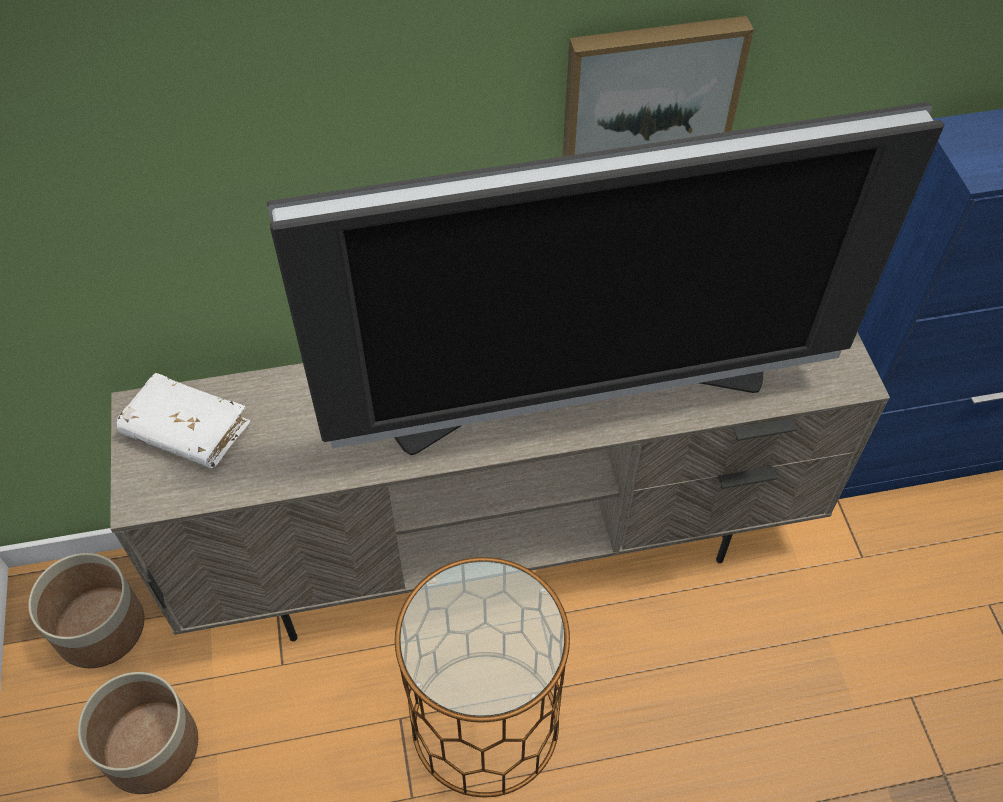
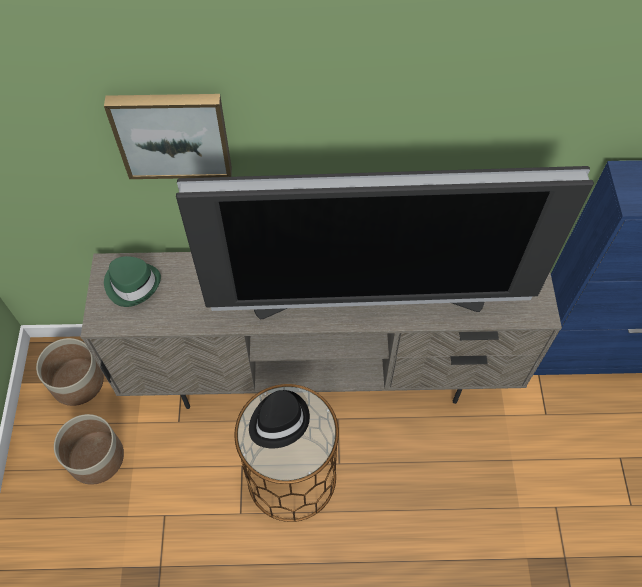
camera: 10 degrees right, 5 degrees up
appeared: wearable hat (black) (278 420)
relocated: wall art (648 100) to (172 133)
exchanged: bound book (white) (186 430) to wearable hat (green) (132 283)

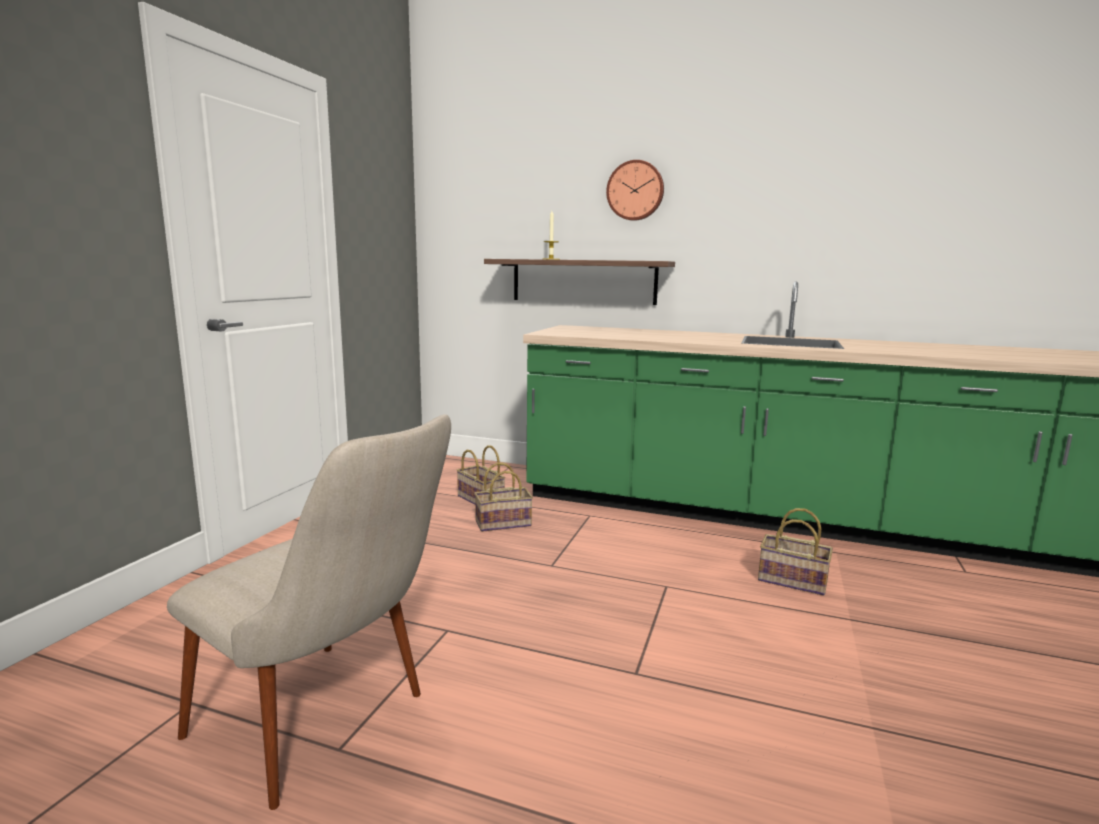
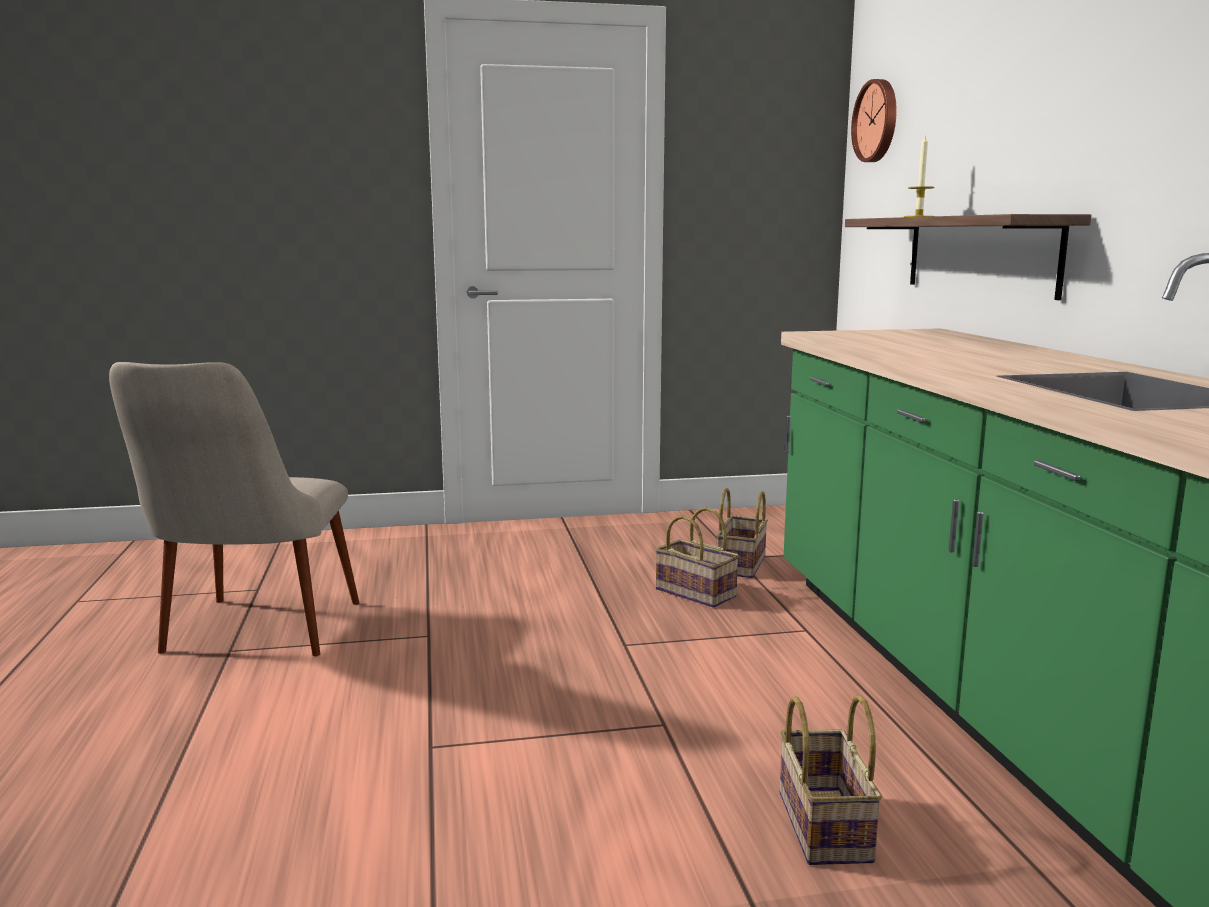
camera: 60 degrees right, 0 degrees up
relocated: clock on the wall (635 191) to (877 121)

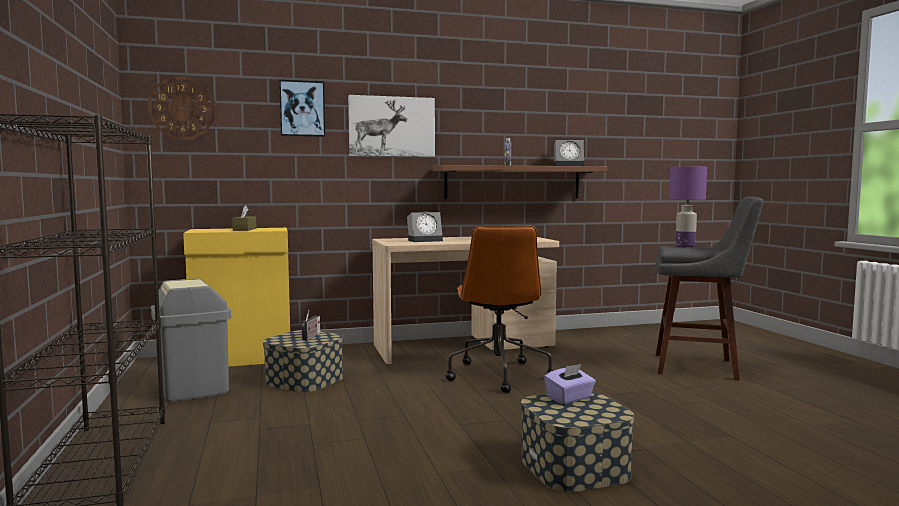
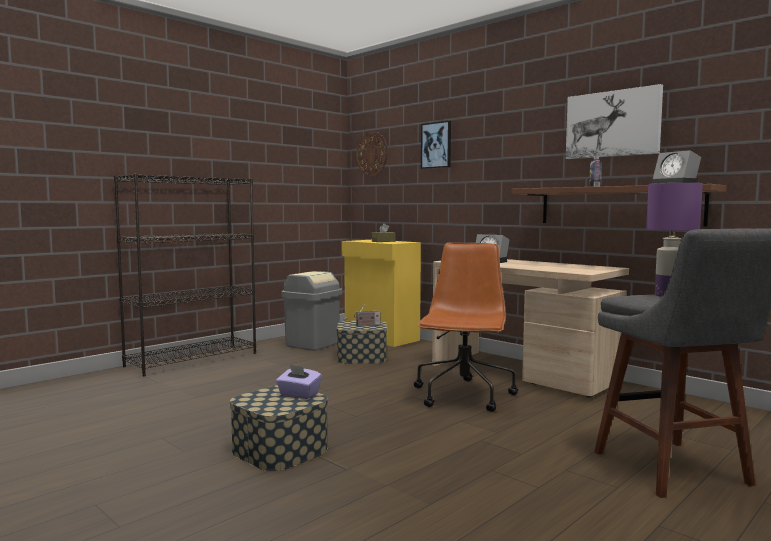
camera: 60 degrees right, 0 degrees up
relocated: wall art (391 126) to (613 124)
spun: computer chair (brown-coloured) (498 375) = (464 396) 135 degrees clockwise

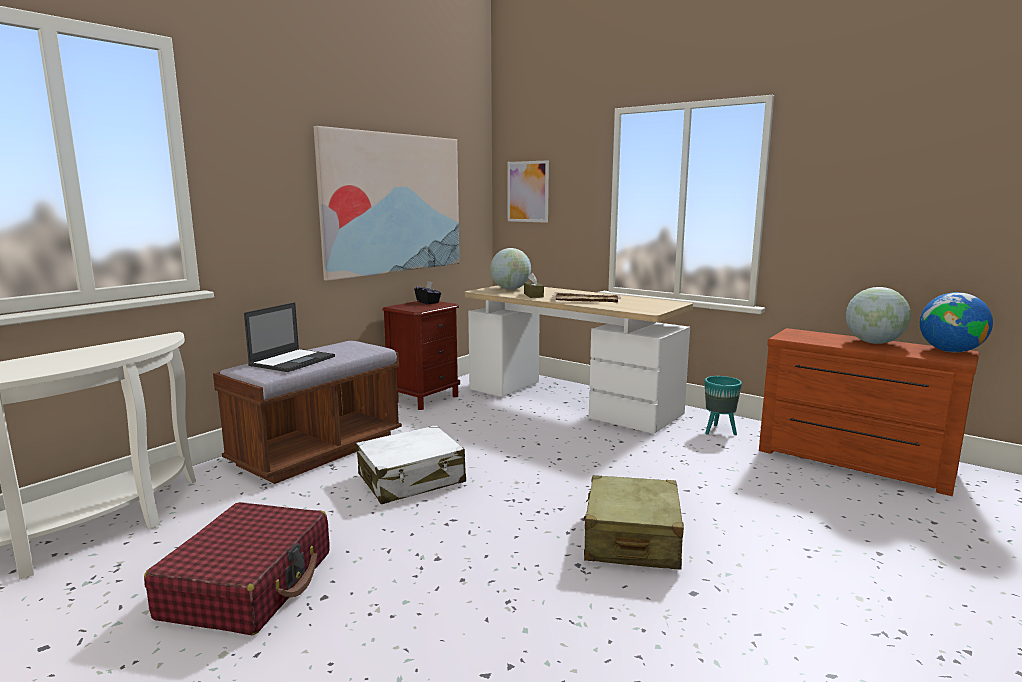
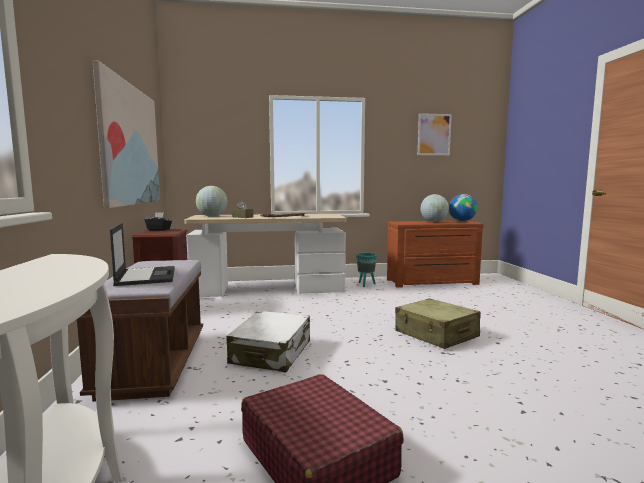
camera: 45 degrees left, 5 degrees down
relocated: wall art (528 191) to (434 134)

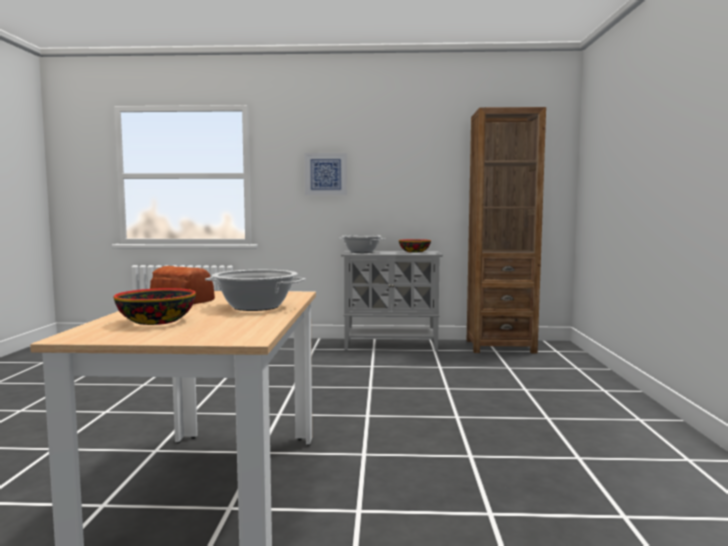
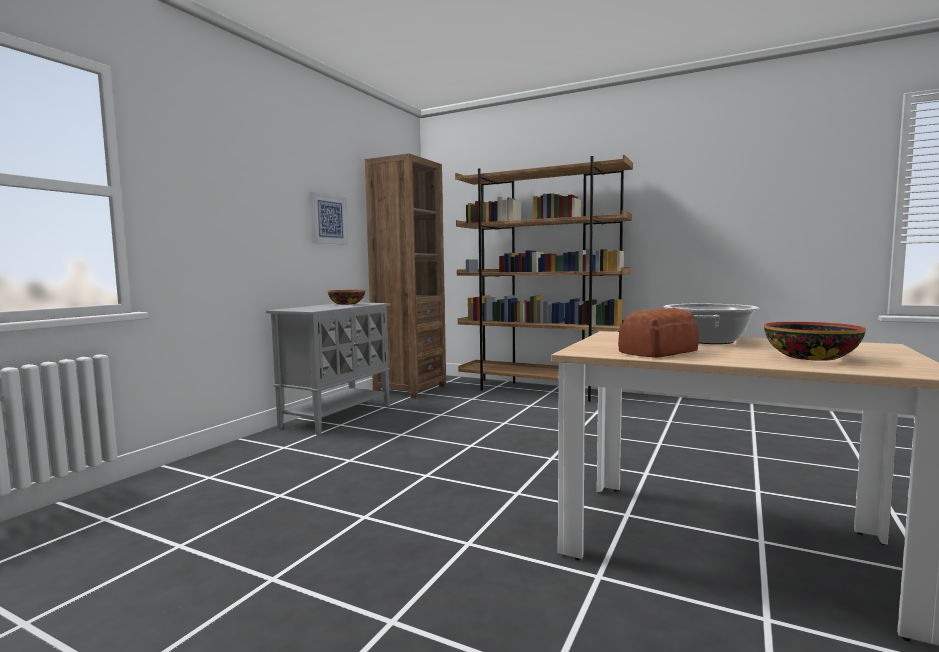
camera: 65 degrees left, 0 degrees up
missing: cooking pot (361 252)
appeared: shelving unit (brown-coloured) (541 390)
relocated: wall art (325 174) to (328 219)

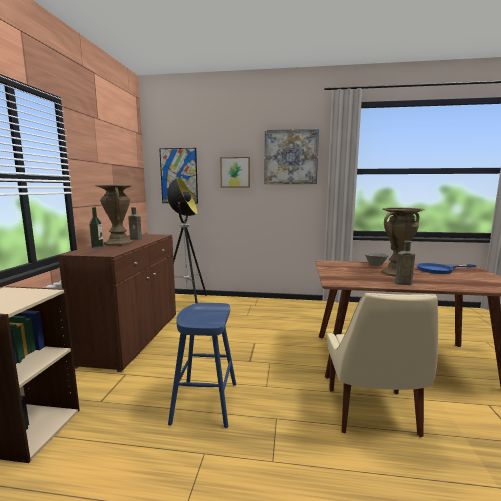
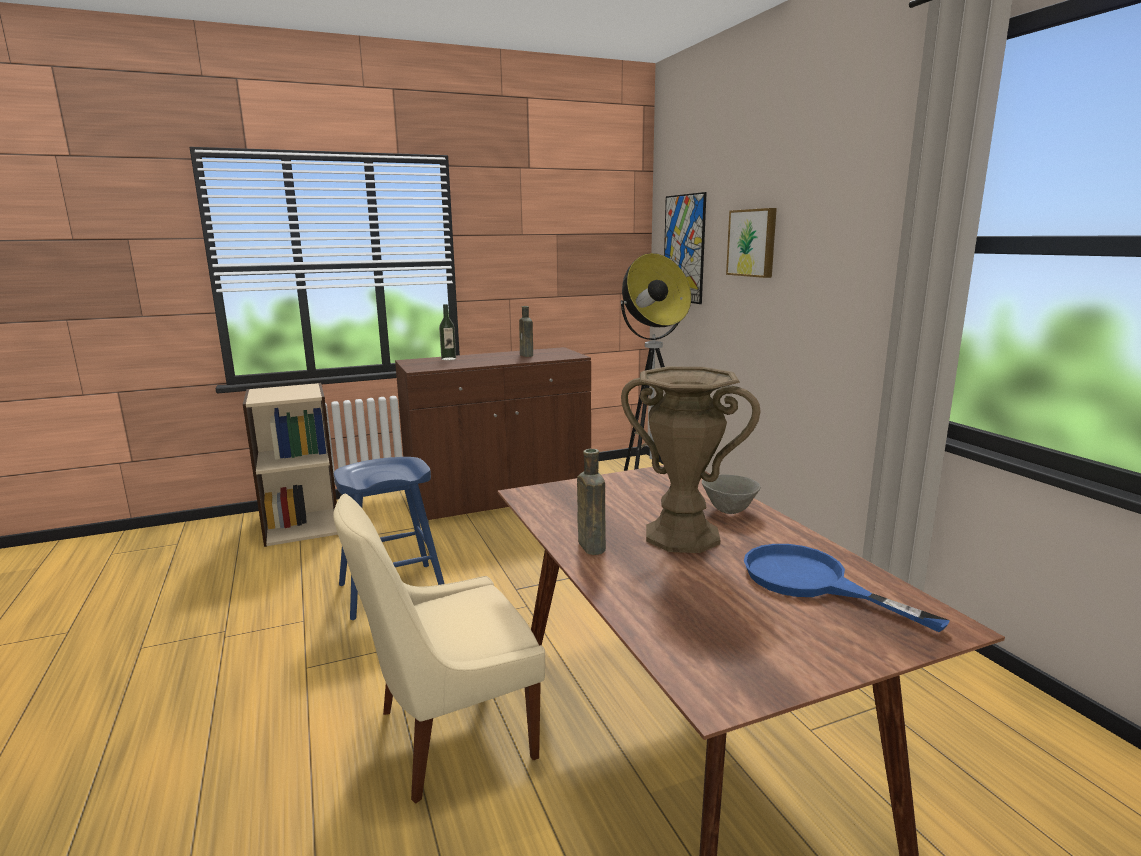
camera: 60 degrees right, 5 degrees up
missing: flower vase (brown-coloured) (119 243); wall art (291 157)

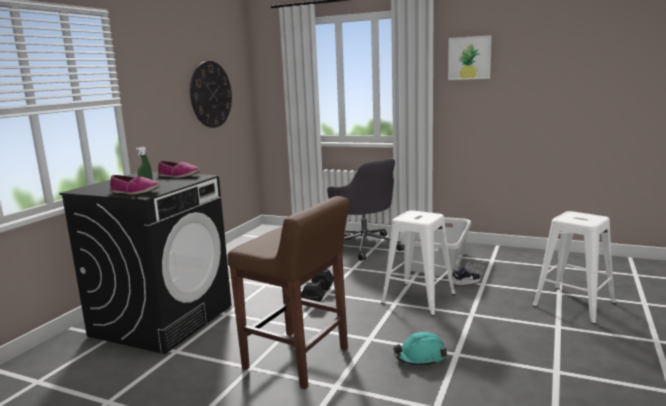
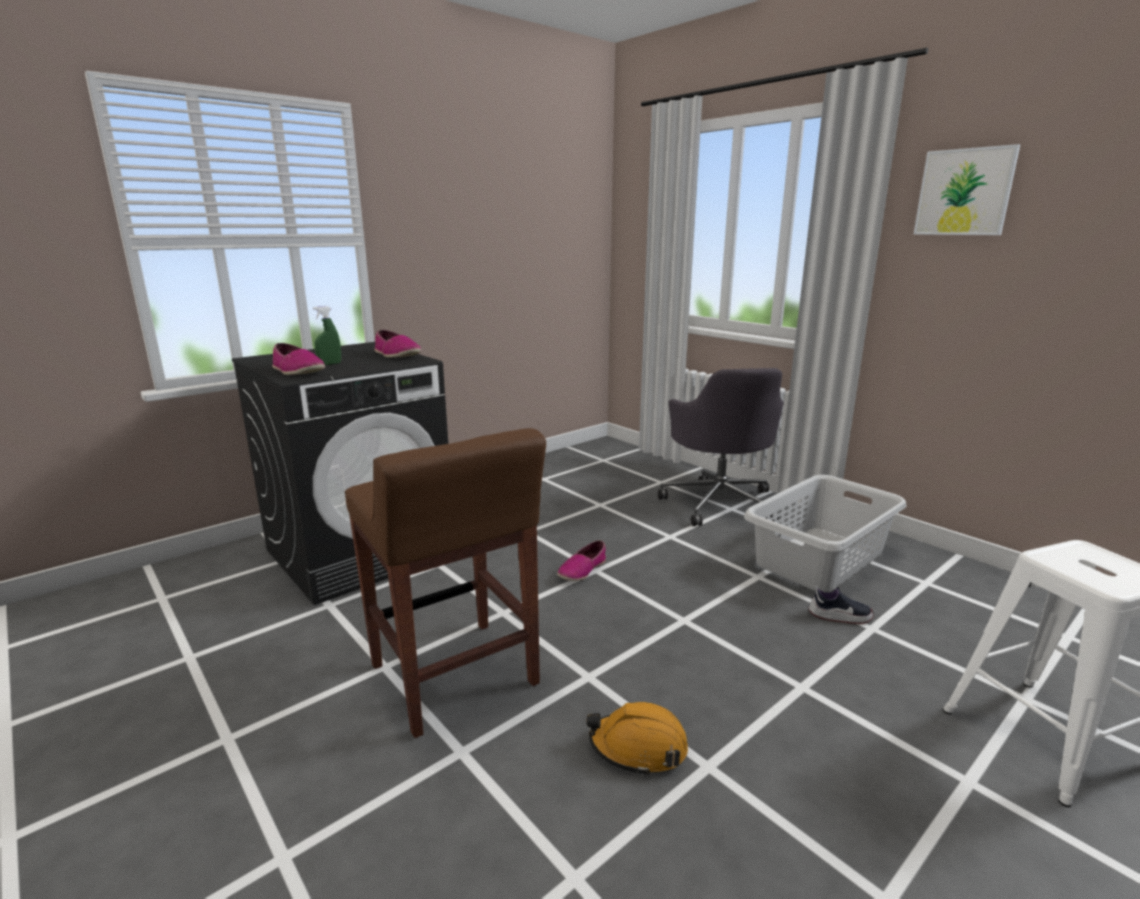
camera: 25 degrees right, 5 degrees up
missing: clock on the wall (211 94); sitting stool (white) (418 298)
exchanged: free weight (black) (319 295) to item of footwear (582 570)
colour: safety helmet (turquoise-coloured) (420 357) to safety helmet (orange-coloured) (638 747)

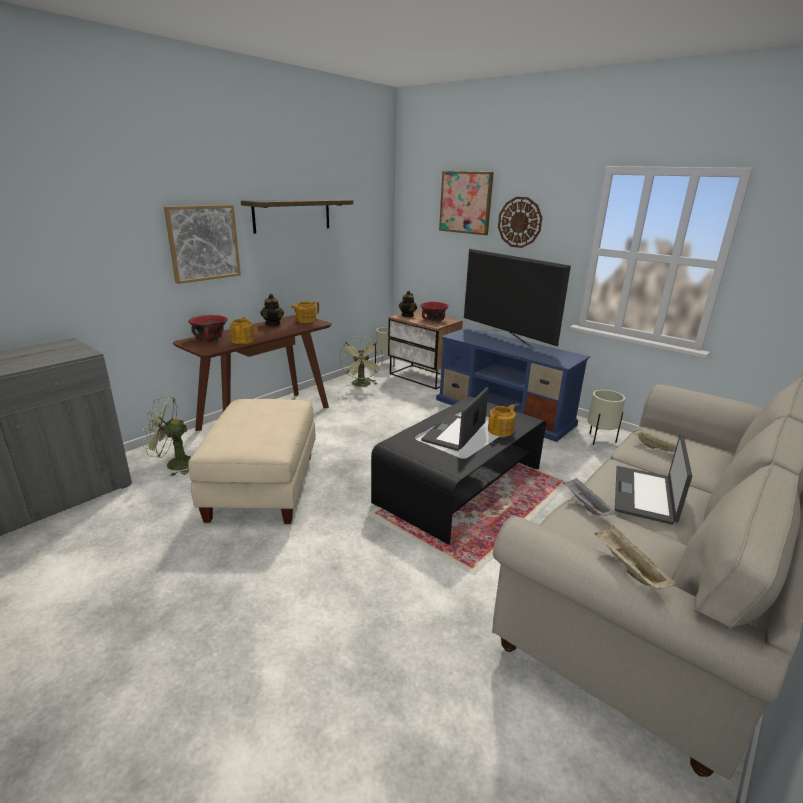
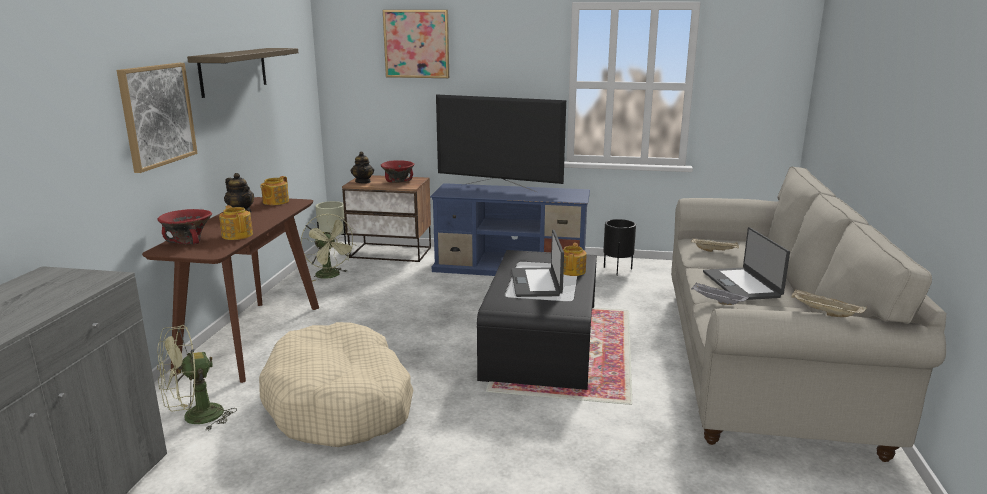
camera: 30 degrees left, 5 degrees down
missing: clock on the wall (519 222)
exchanged: ottoman (beige-coloured) (262 486) to dog bed (beige-coloured) (340 403)
colour: planter (beige-coloured) (599 440) to planter (black) (617 271)

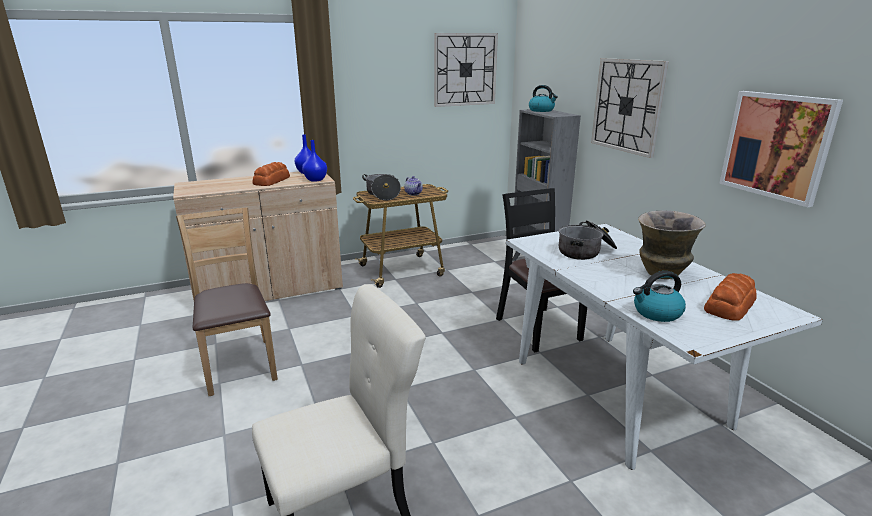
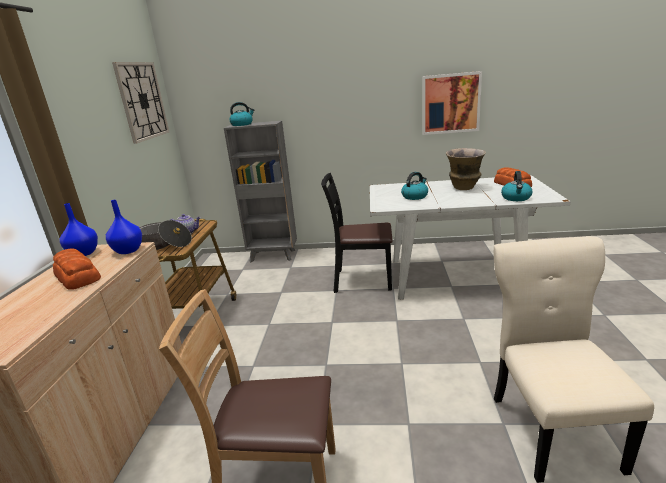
camera: 60 degrees left, 0 degrees up
missing: clock on the wall (627 106)
exchanged: cooking pot (586 251) to water kettle (415 196)

